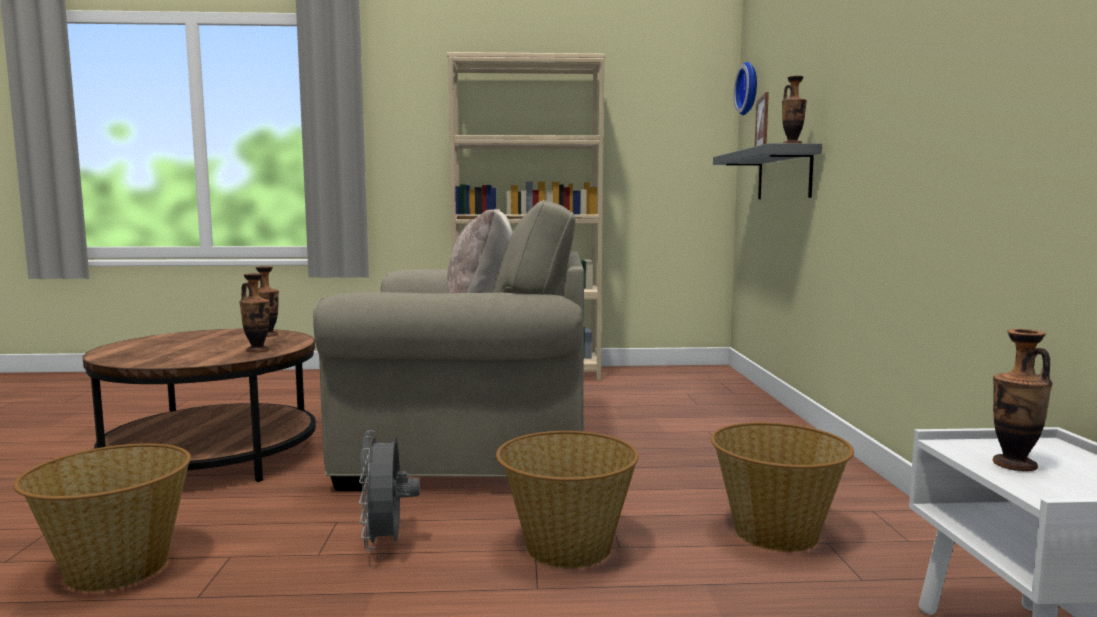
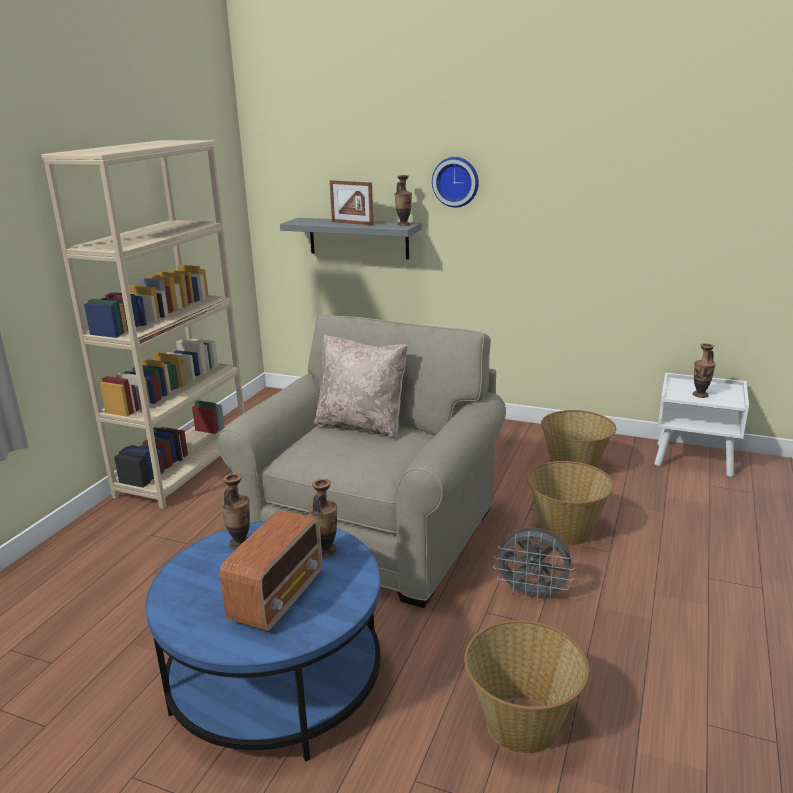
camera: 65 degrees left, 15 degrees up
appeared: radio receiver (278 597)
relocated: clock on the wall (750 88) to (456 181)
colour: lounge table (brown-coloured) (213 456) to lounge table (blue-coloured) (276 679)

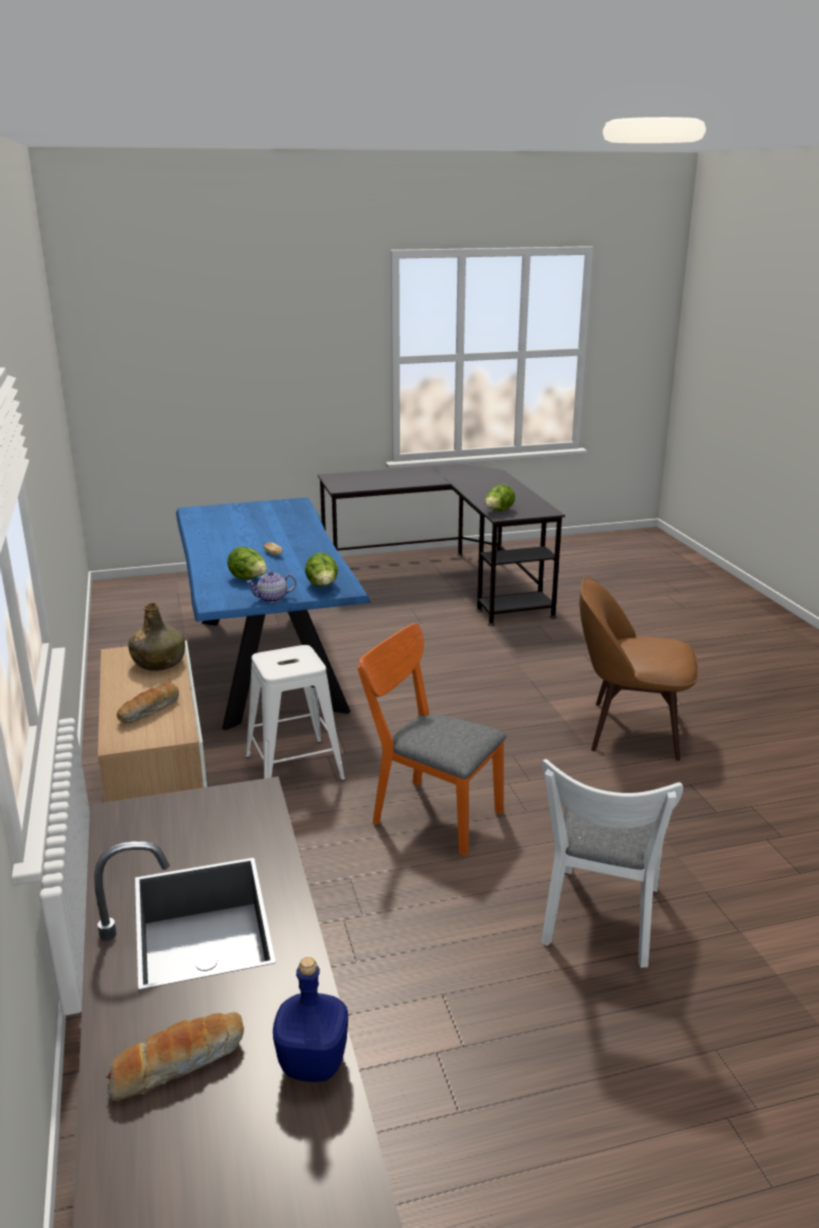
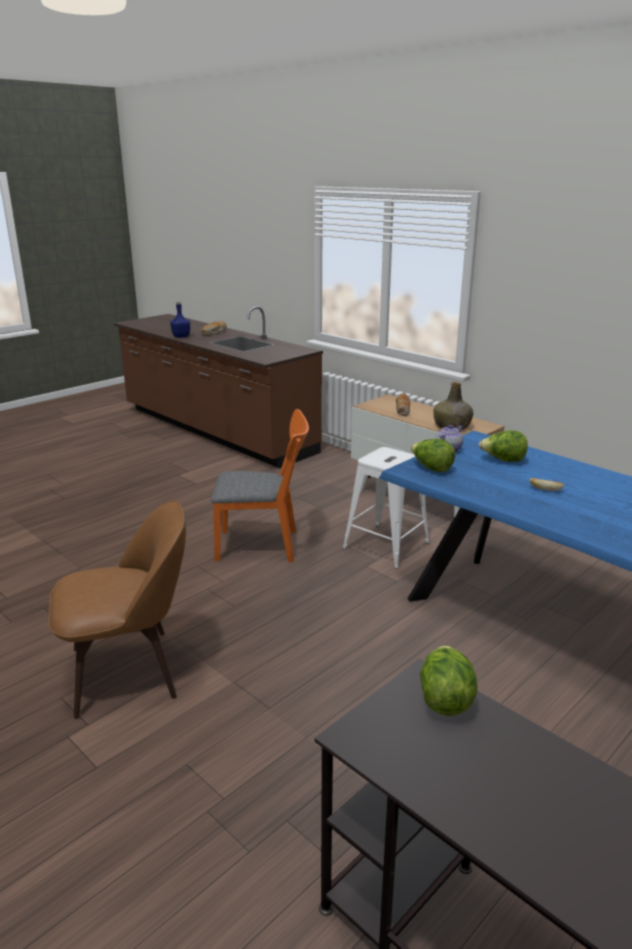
camera: 150 degrees right, 0 degrees up
missing: upright chair (white) (600 922)

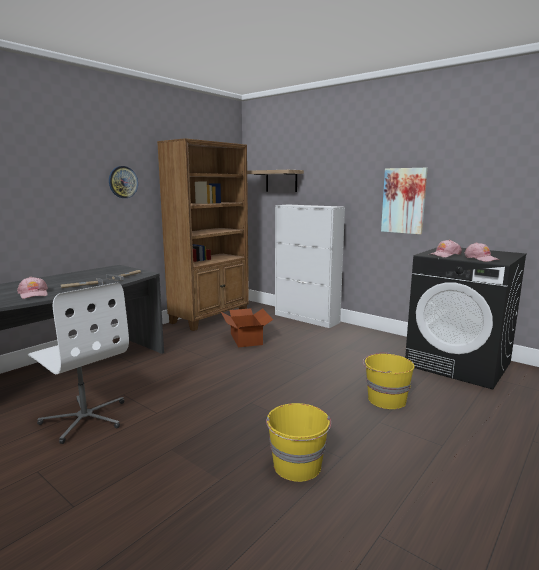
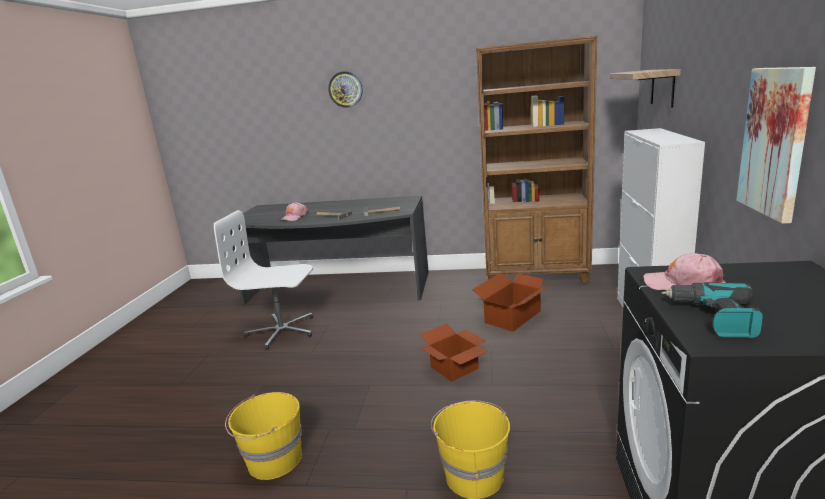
camera: 60 degrees right, 5 degrees up
appeared: cardboard box (454 368)
relocated: clock on the wall (123 182) to (345 89)
exchanged: baseball cap (pinkish) (481 258) to electric drill (714 318)
spun: computer chair (white) (85 418) = (282 331) 90 degrees clockwise

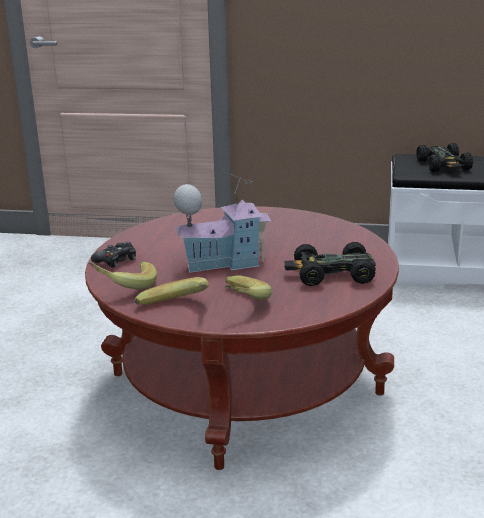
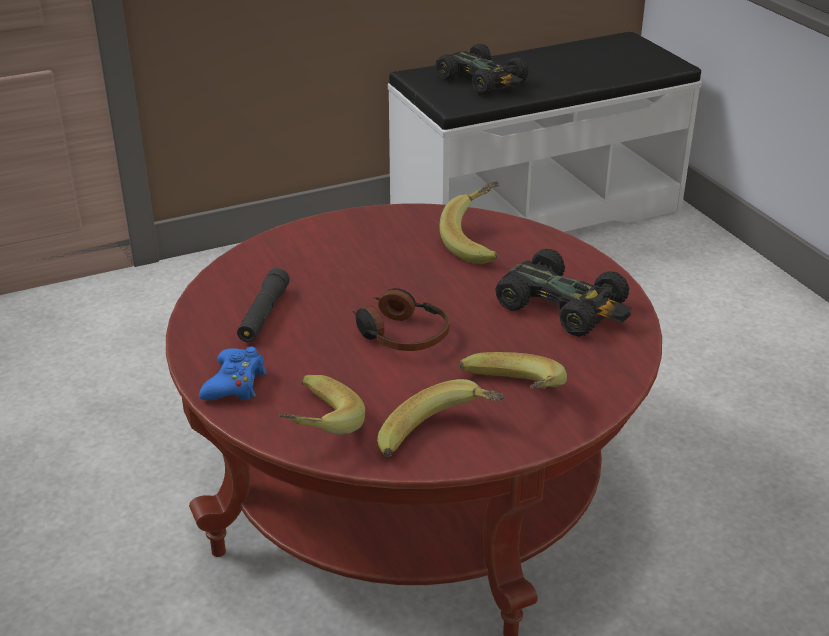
camera: 35 degrees left, 10 degrees up
appeared: torch (black) (264 315); banana (480 242)
exchanged: model house (223 263) to headset (401 334)
colour: game controller (black) (116 260) to game controller (blue-coloured) (235 384)
spun: toy car (black) (331 274) = (563 306) 105 degrees counterclockwise

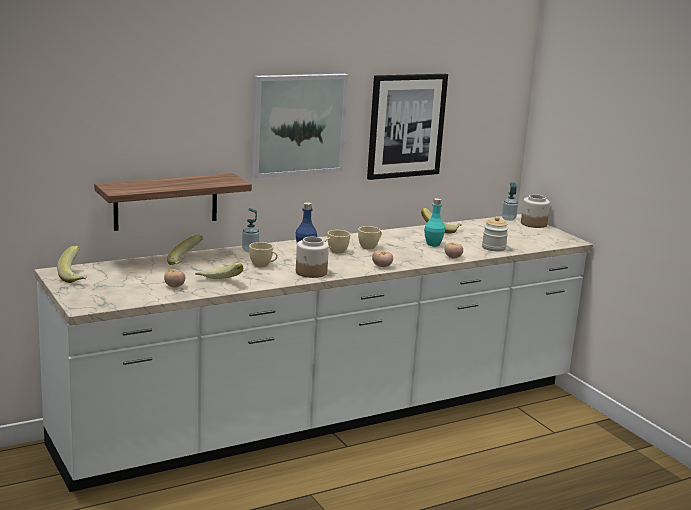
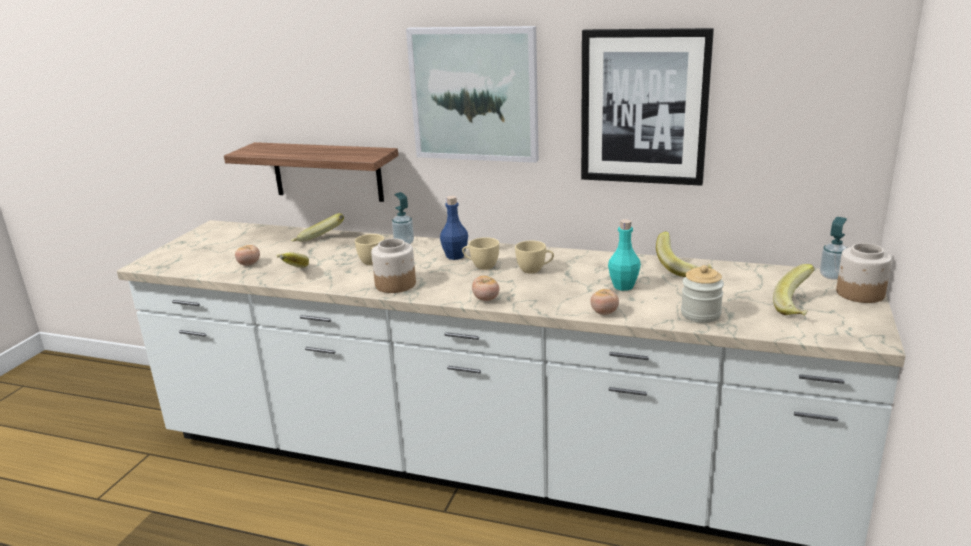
camera: 50 degrees right, 5 degrees up
relocated: banana (76 277) to (798 308)

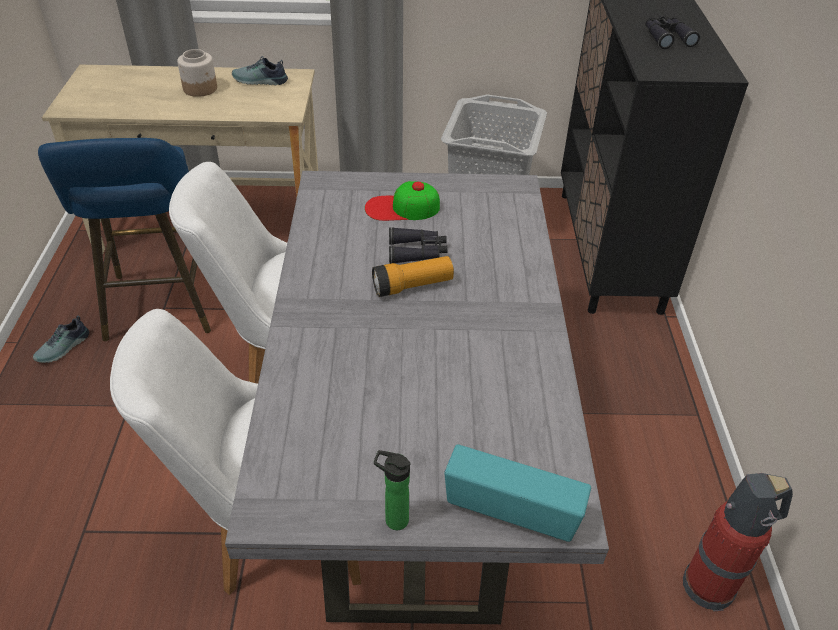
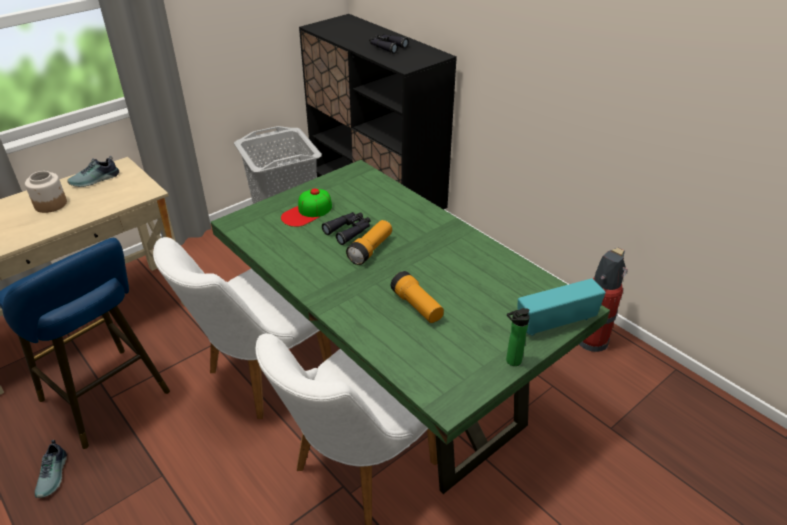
camera: 40 degrees left, 5 degrees down
appeared: torch (417 306)
colour: kitchen table (greyish) (416 459) to kitchen table (green) (395 377)

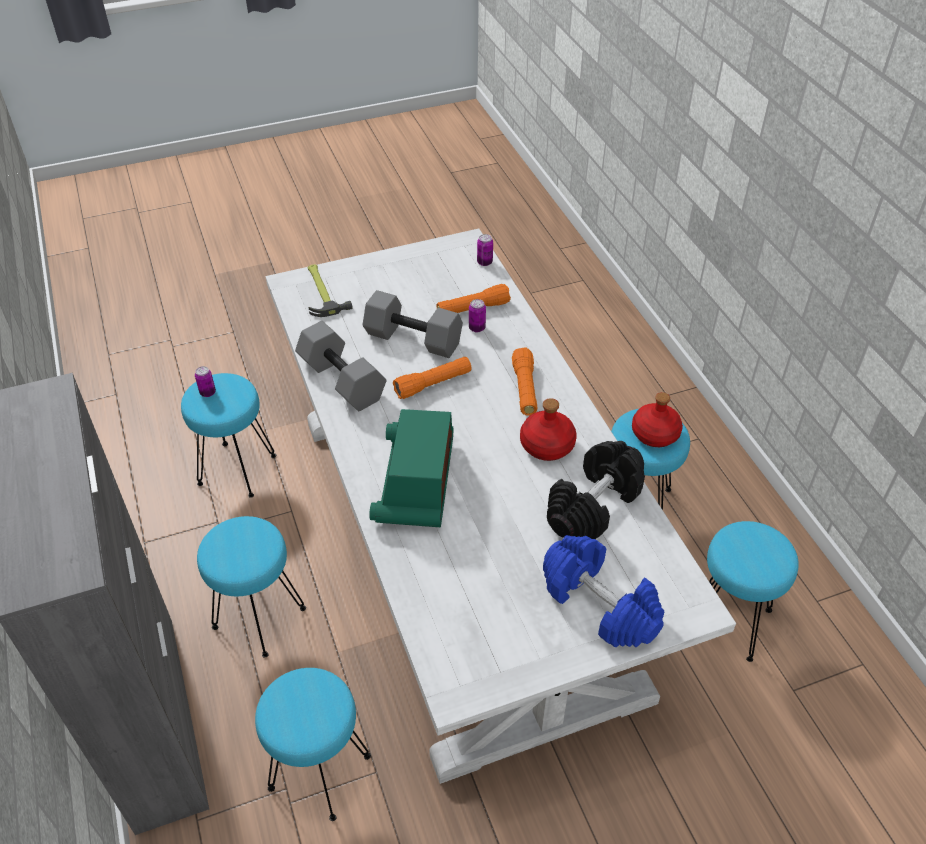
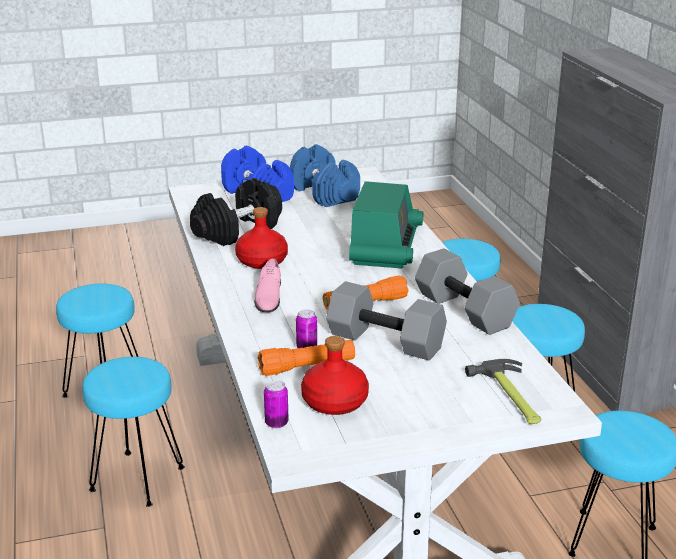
camera: 175 degrees left, 20 degrees down
missing: sealed can (208 393)
appeared: free weight (blue-coloured) (323 193)
relocated: bottle (reddish) (655 433) to (334 402)
exchanged: torch (orange-coloured) (525 389) to item of footwear (pinkish) (268 296)

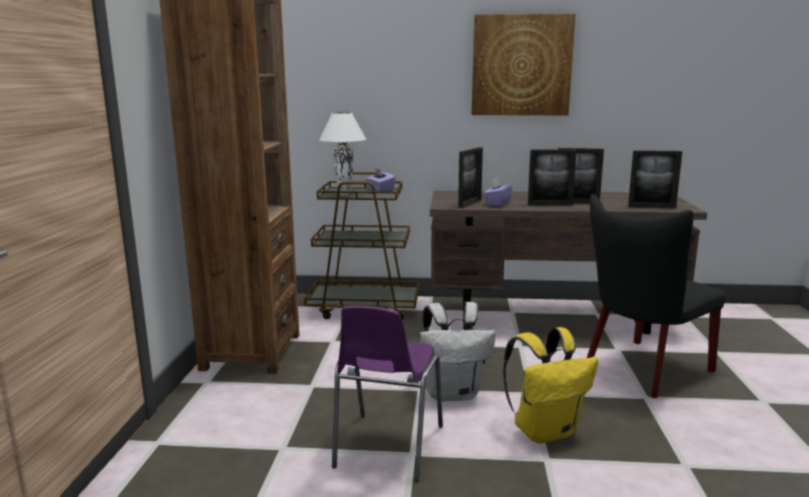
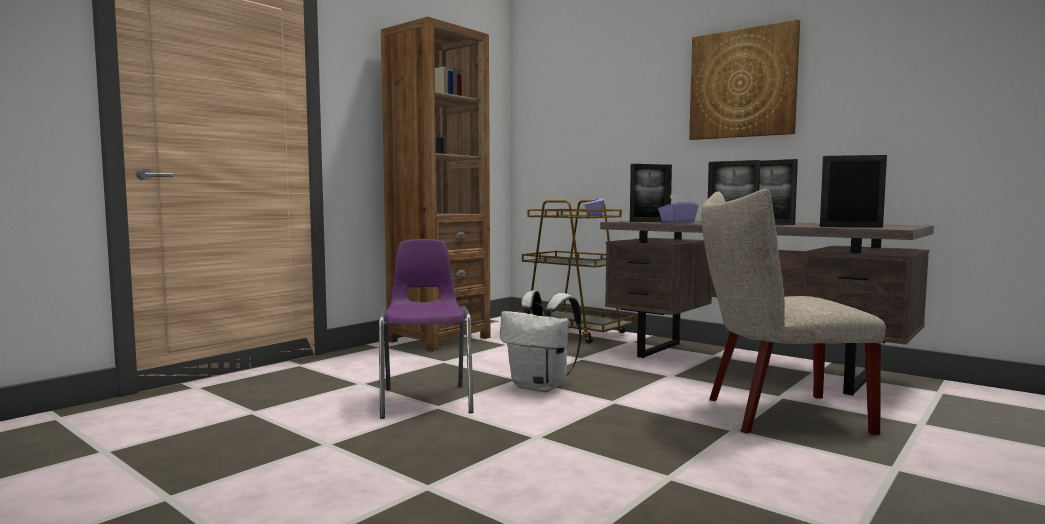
camera: 35 degrees right, 10 degrees down
missing: lamp for a table (white) (344 194); rucksack (yellow-coloured) (545 431)
colour: upright chair (black) (642 370) to upright chair (beige-coloured) (775 414)
spun: upright chair (purple) (387 448) = (426 400) 120 degrees clockwise; standing frame (651 207) = (850 227) 150 degrees clockwise

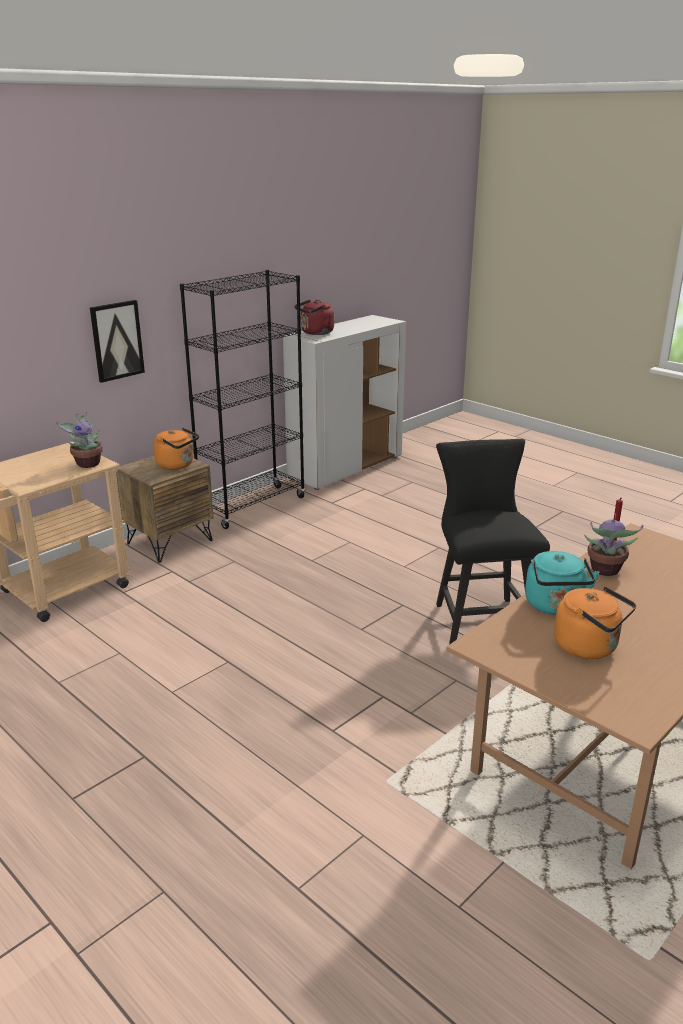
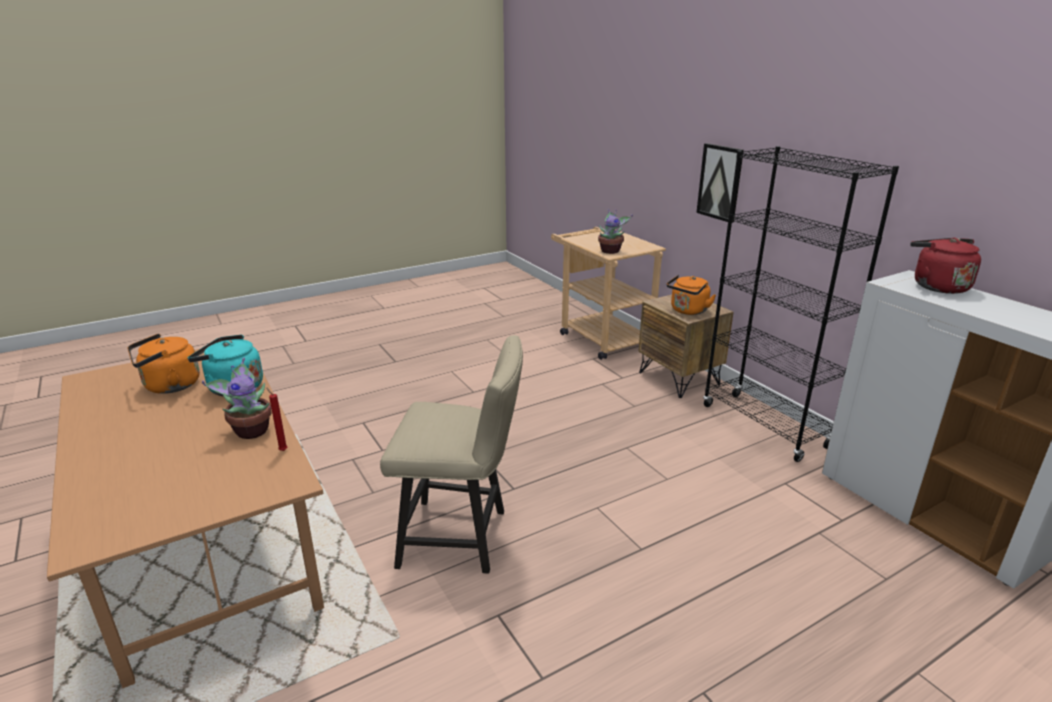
camera: 105 degrees right, 0 degrees up
colour: upright chair (black) (480 617) to upright chair (beige-coloured) (462 538)

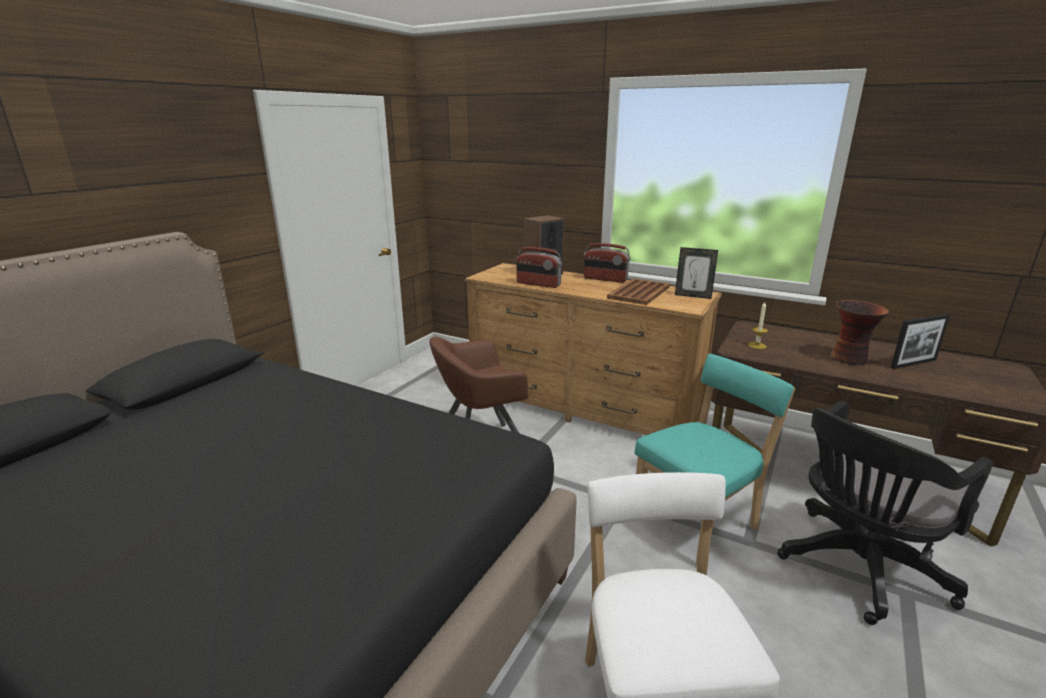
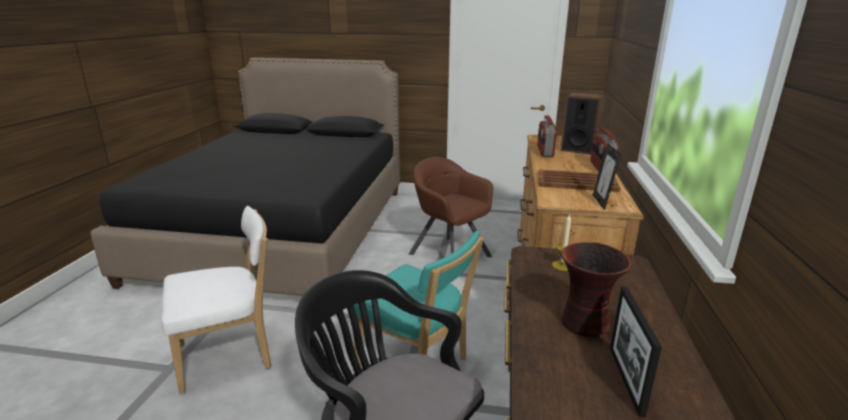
camera: 70 degrees right, 0 degrees up
spun: standing frame (913 364) = (625 380) 45 degrees clockwise

